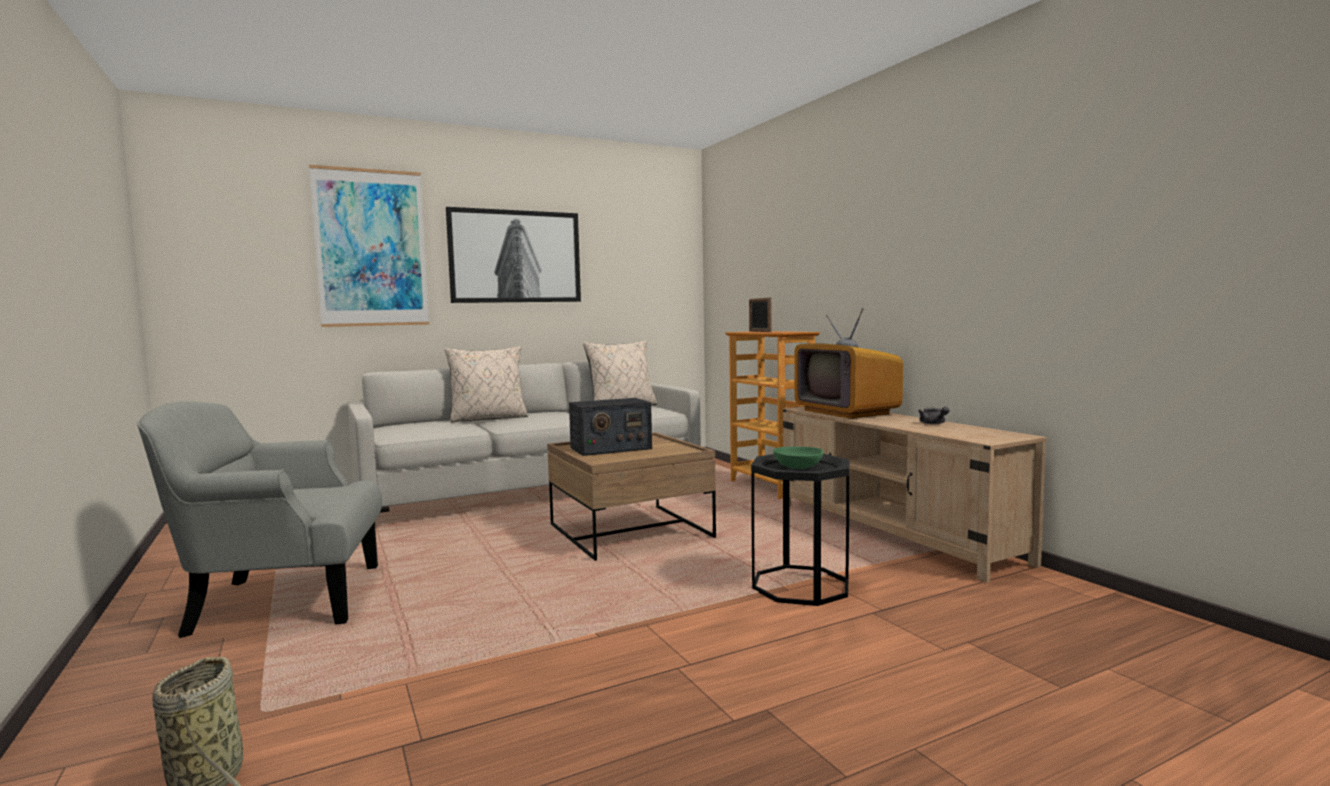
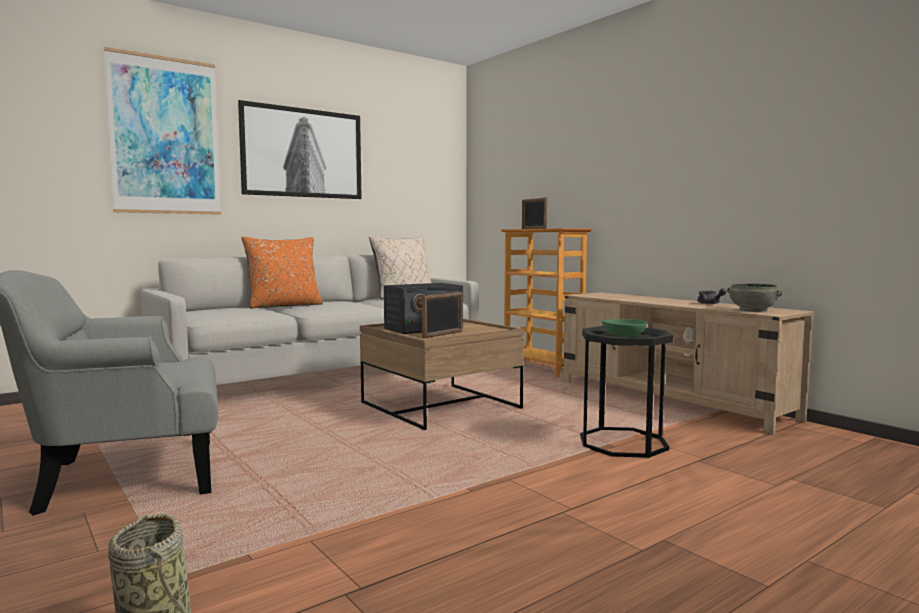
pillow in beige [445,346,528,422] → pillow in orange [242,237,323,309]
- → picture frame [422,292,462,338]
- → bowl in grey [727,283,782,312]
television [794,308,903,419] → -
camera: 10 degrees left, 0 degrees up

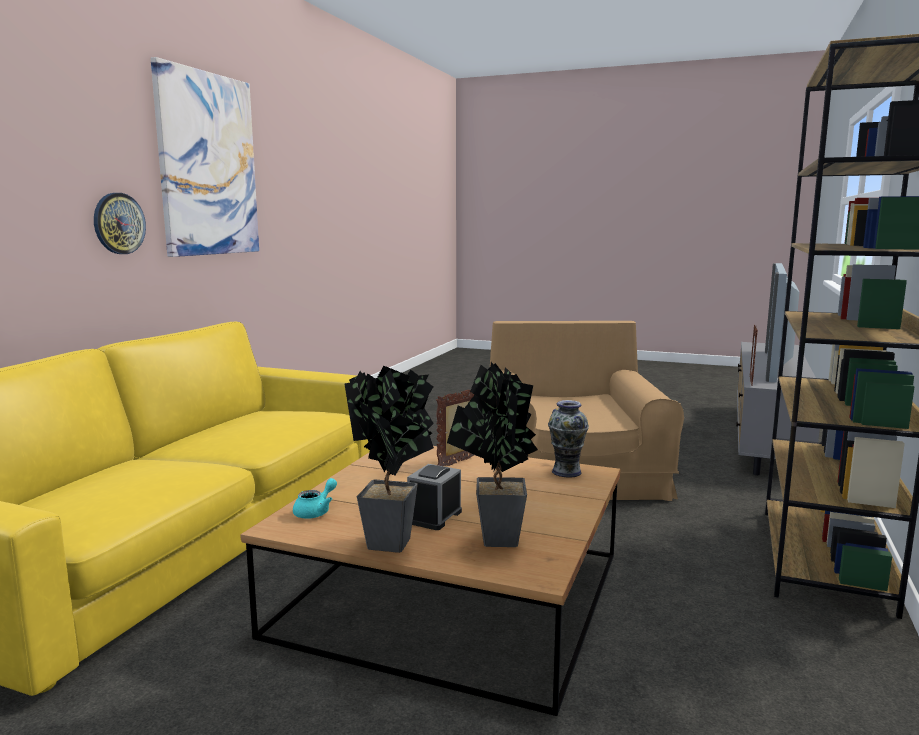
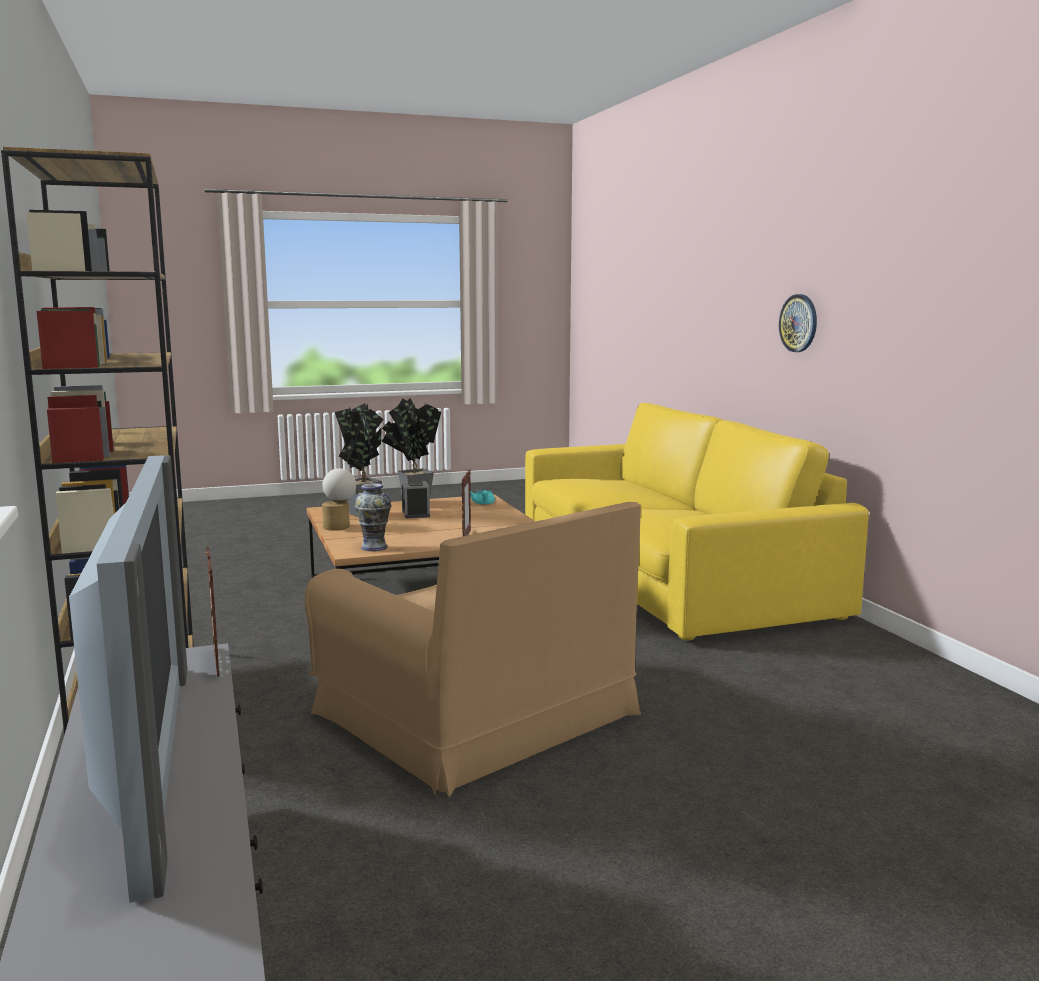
- → table lamp [322,468,356,530]
picture [151,57,259,257] → -
camera: 140 degrees right, 0 degrees up

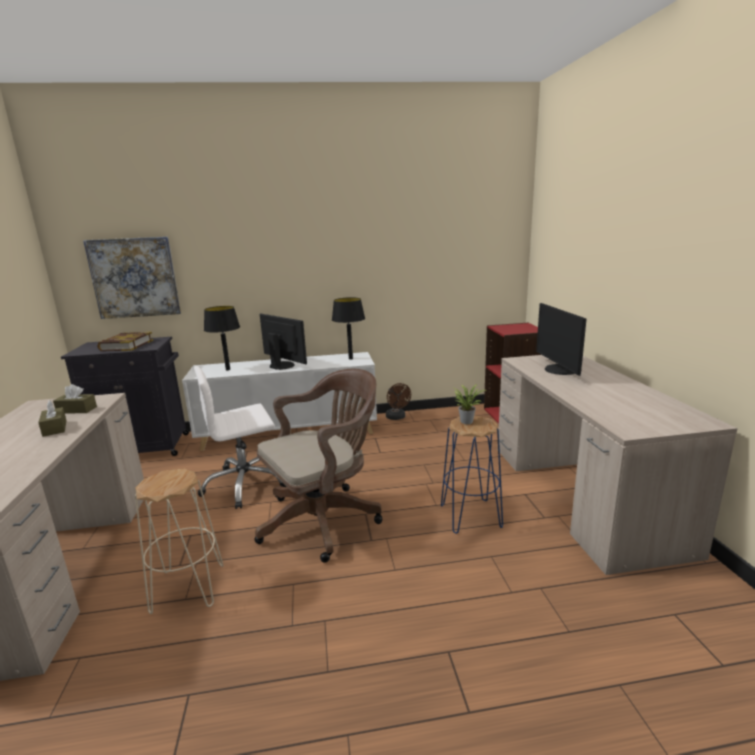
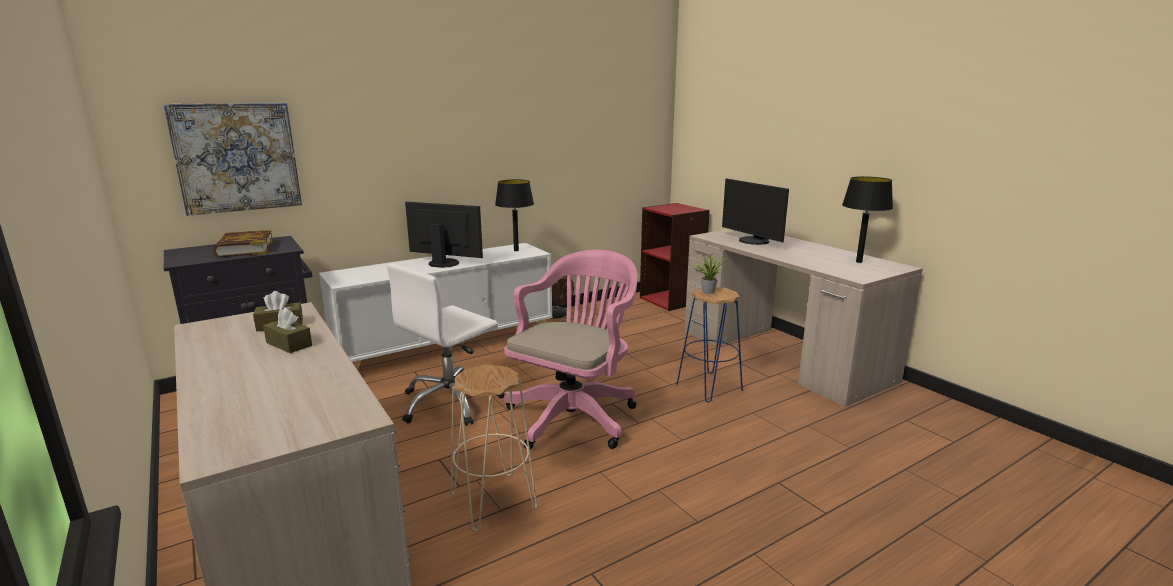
office chair in brown [255,369,383,563] → office chair in pink [504,250,638,449]
table lamp in black [204,306,240,370] → table lamp in black [842,177,893,263], shifted
camera: 25 degrees left, 0 degrees up

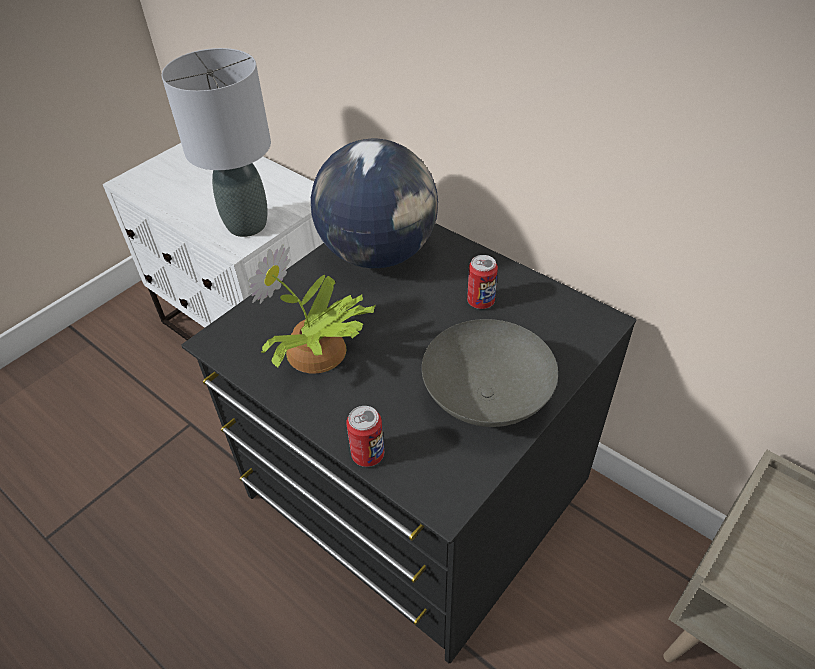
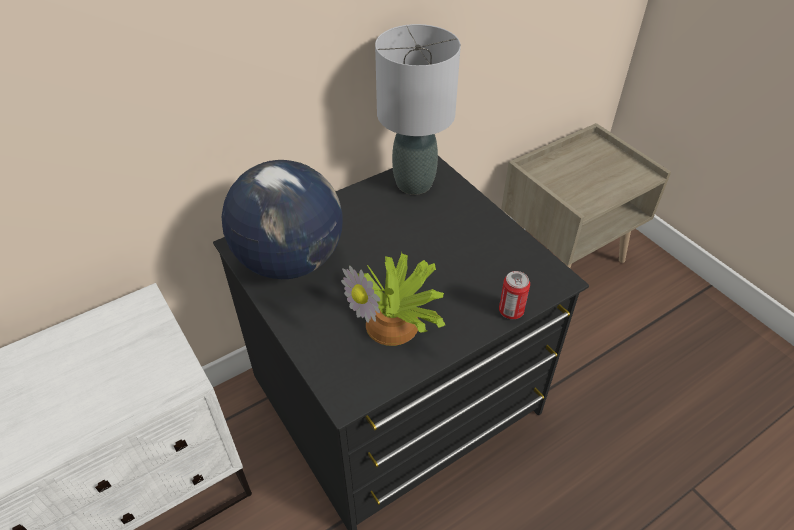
table lamp in grey [161,48,271,237] → table lamp in grey [375,24,461,195], shifted
bowl in grey [422,319,558,427] → -
can [467,255,498,309] → -
camera: 75 degrees left, 0 degrees up

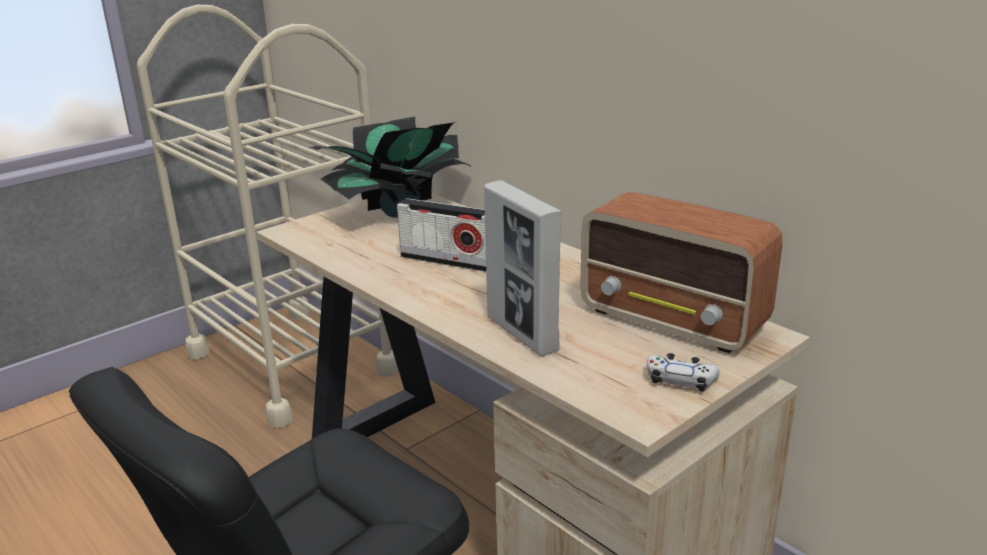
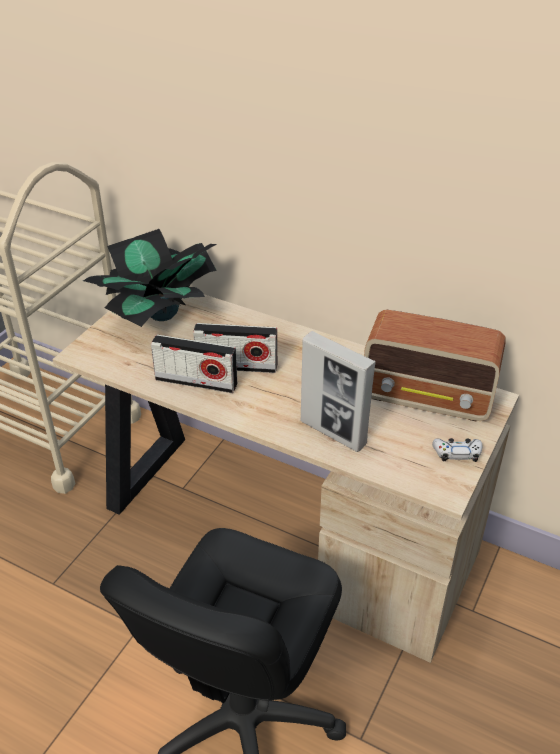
- → radio [151,335,237,393]
camera: 20 degrees left, 15 degrees up

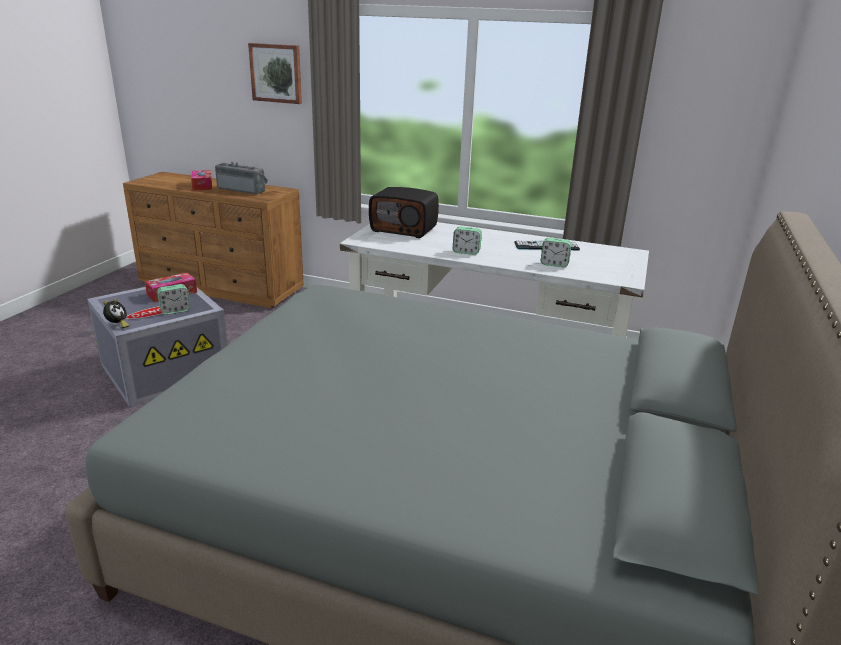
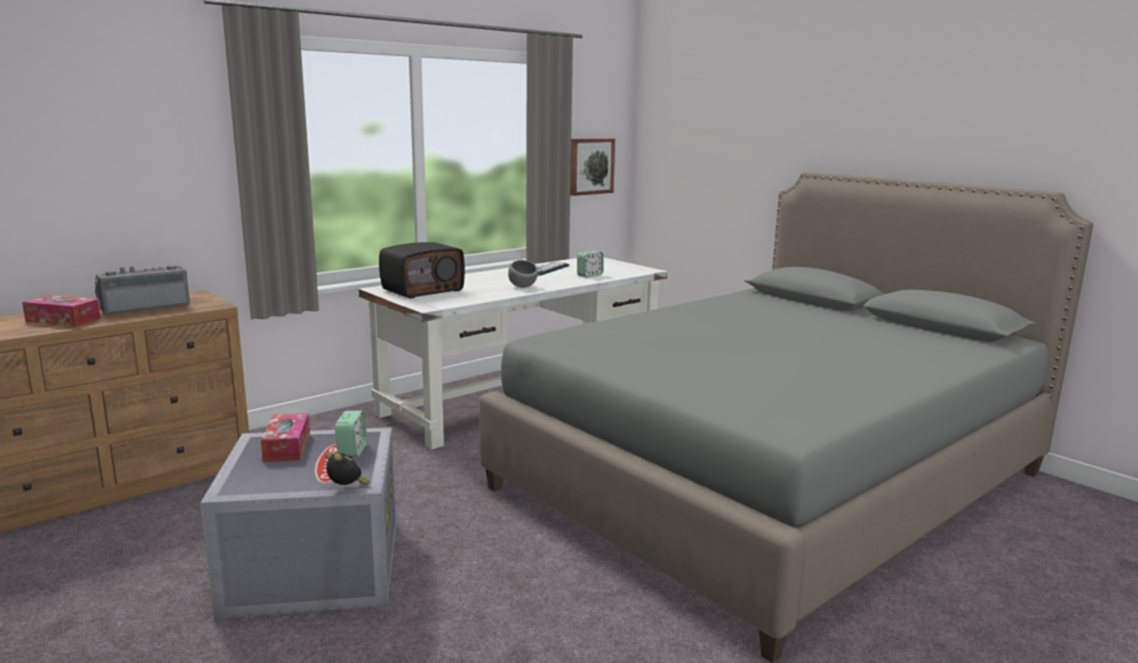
alarm clock [453,226,482,255] → bowl in grey [508,260,538,288]
picture [248,43,302,104] → picture [570,138,615,196], shifted
camera: 60 degrees left, 10 degrees down

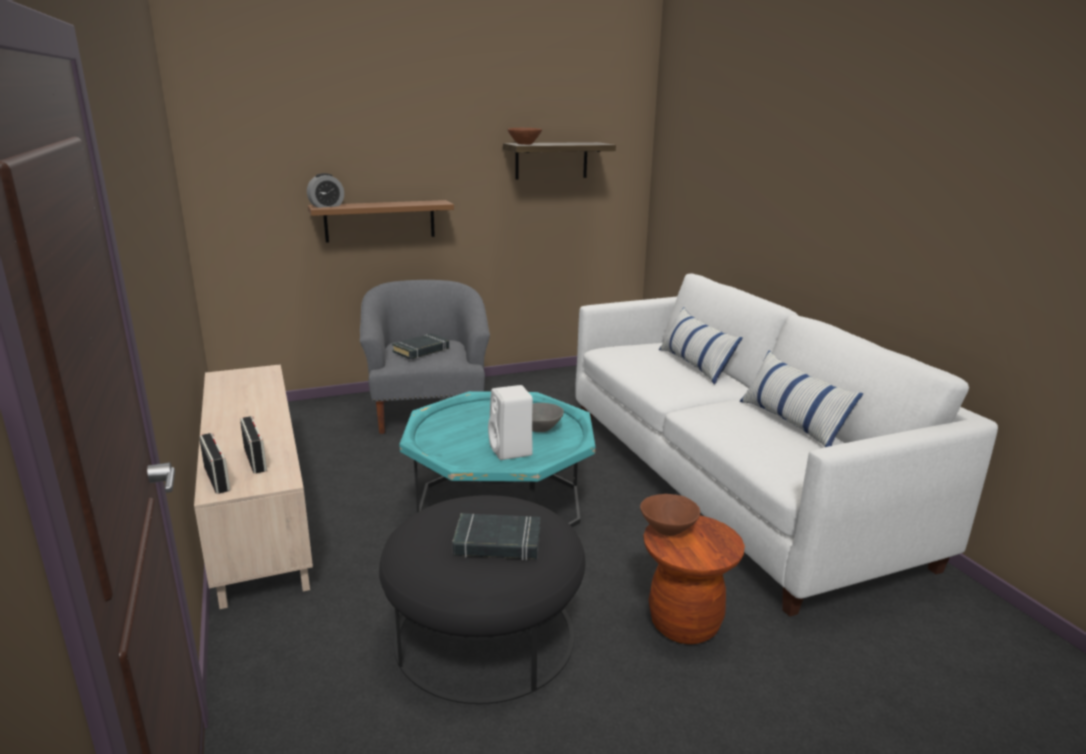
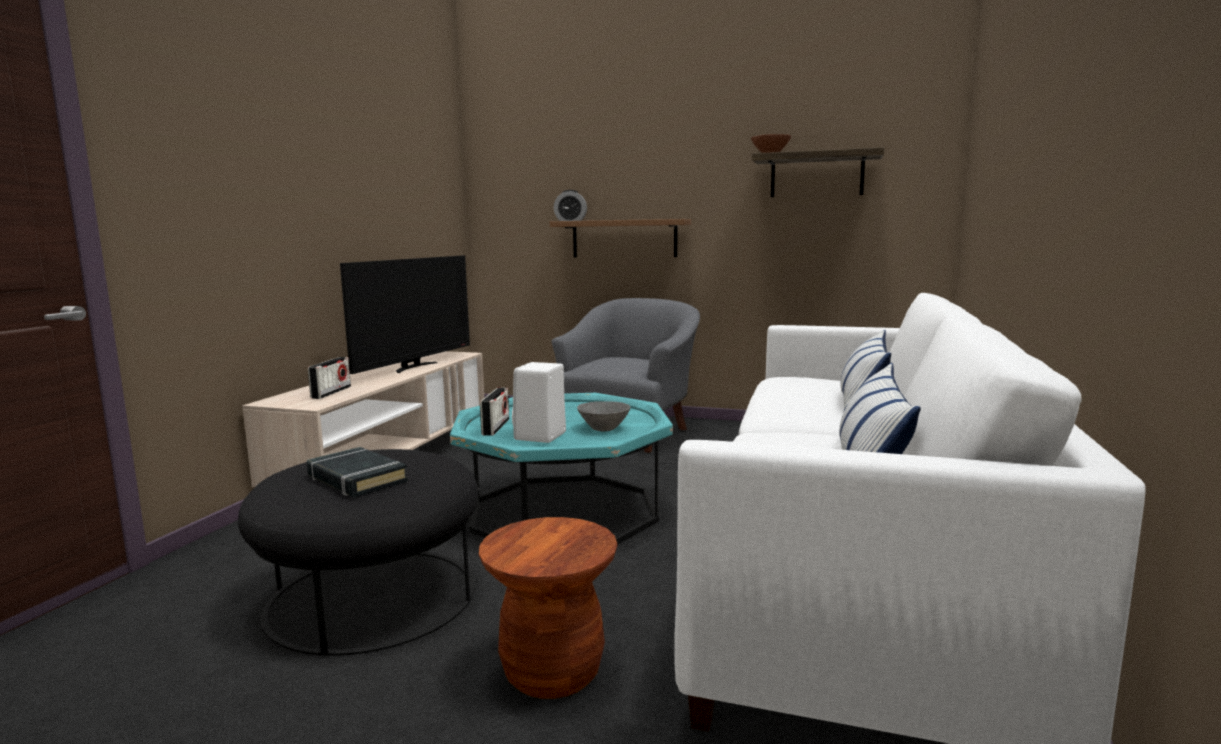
- → television [340,256,470,374]
radio [199,433,231,494] → radio [480,388,509,436], shifted
book in black [392,333,449,359] → -
bowl in brown [640,494,700,536] → -
camera: 40 degrees right, 10 degrees down

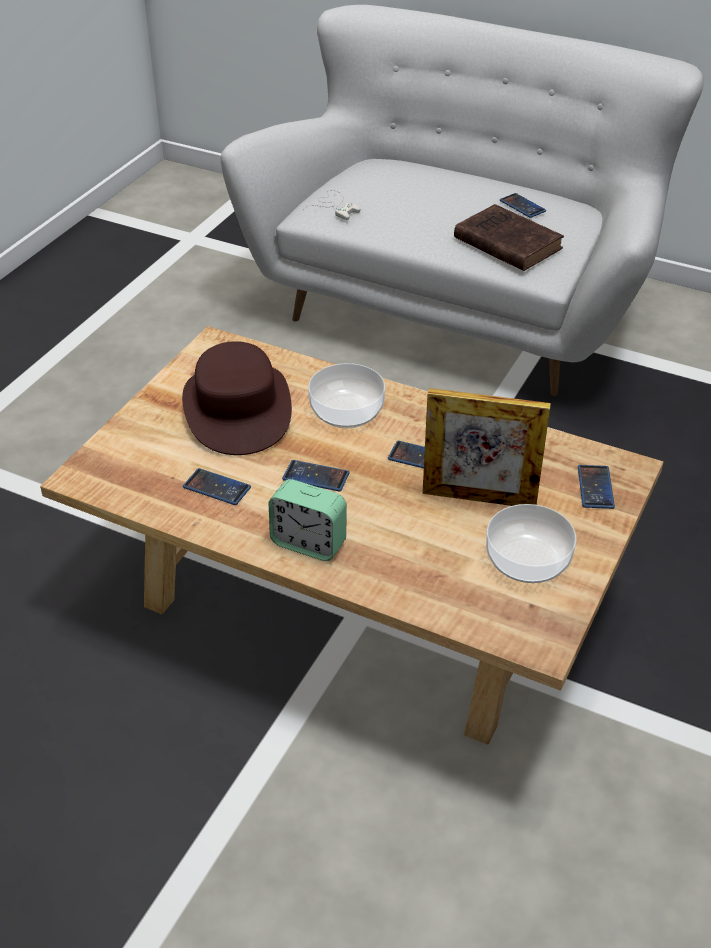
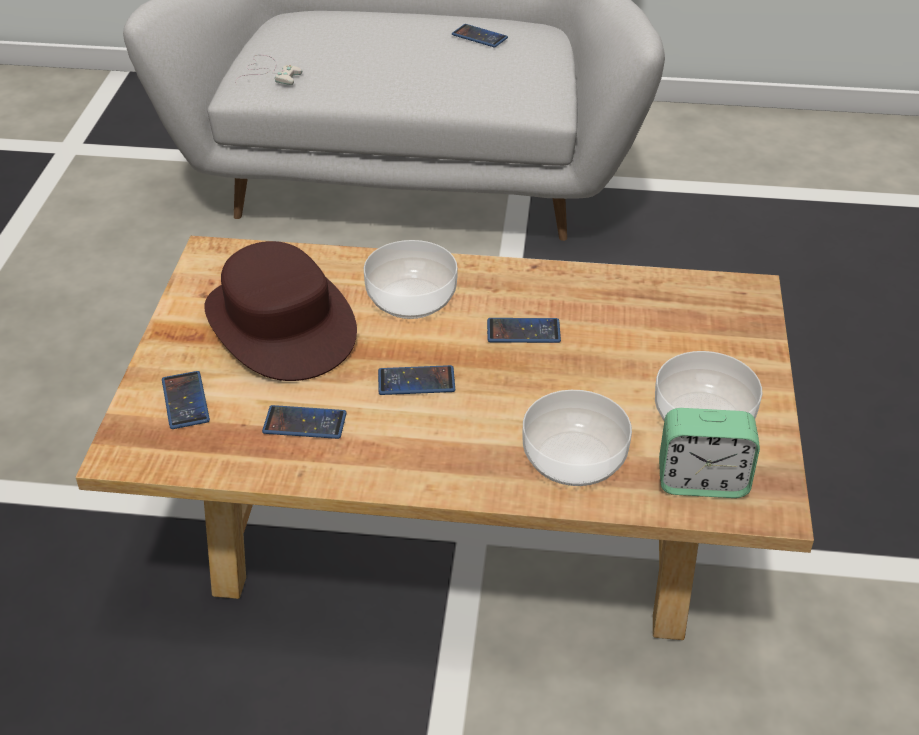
phone [578,465,615,509] → phone [162,371,210,429], shifted
- → bowl [522,390,632,486]
alarm clock [269,479,347,561] → alarm clock [659,408,760,498], shifted
picture frame [422,388,551,506] → -
book in brown [454,204,564,271] → -
camera: 20 degrees left, 0 degrees up

